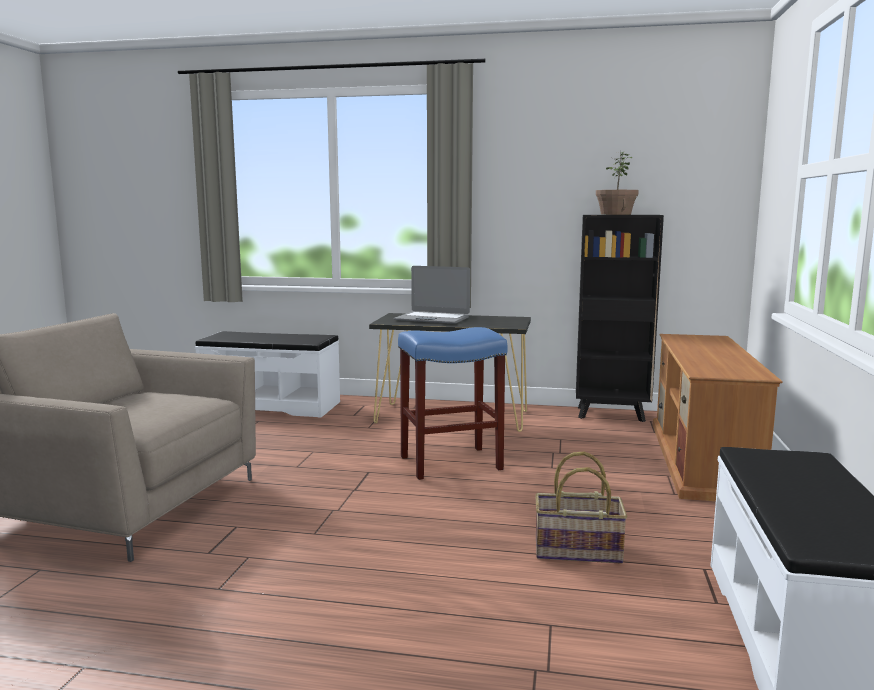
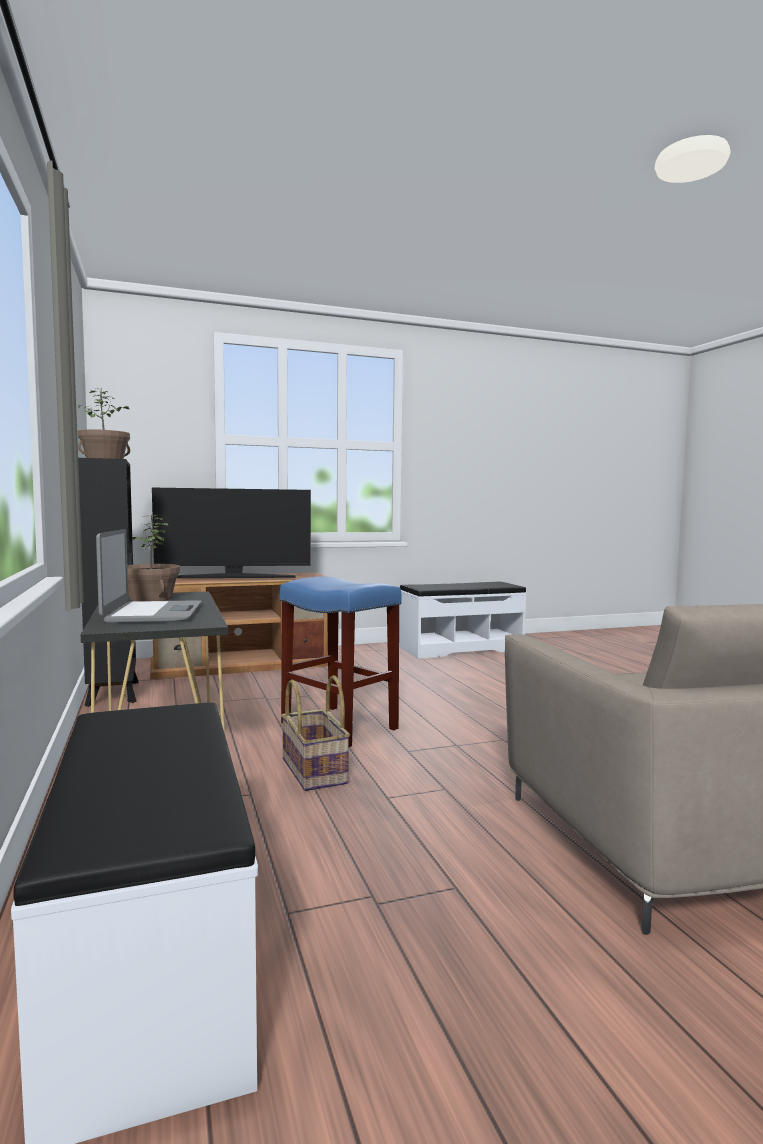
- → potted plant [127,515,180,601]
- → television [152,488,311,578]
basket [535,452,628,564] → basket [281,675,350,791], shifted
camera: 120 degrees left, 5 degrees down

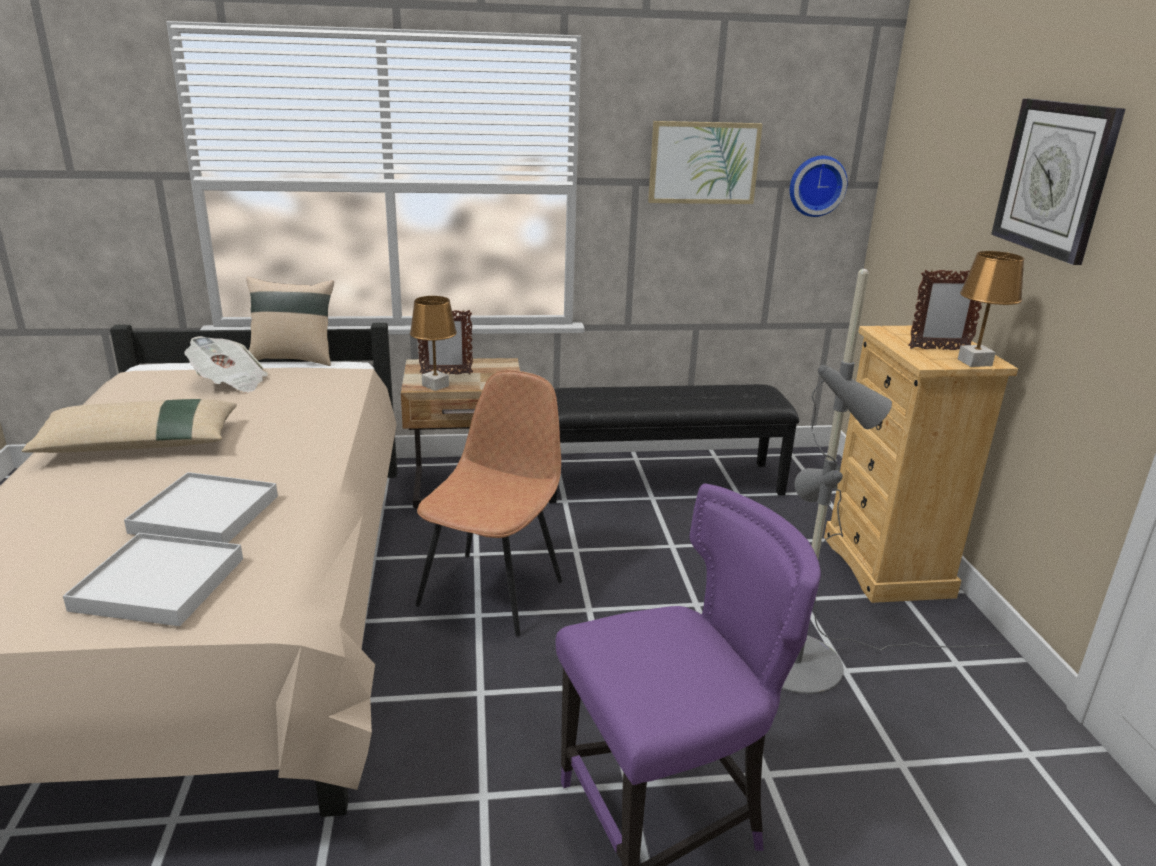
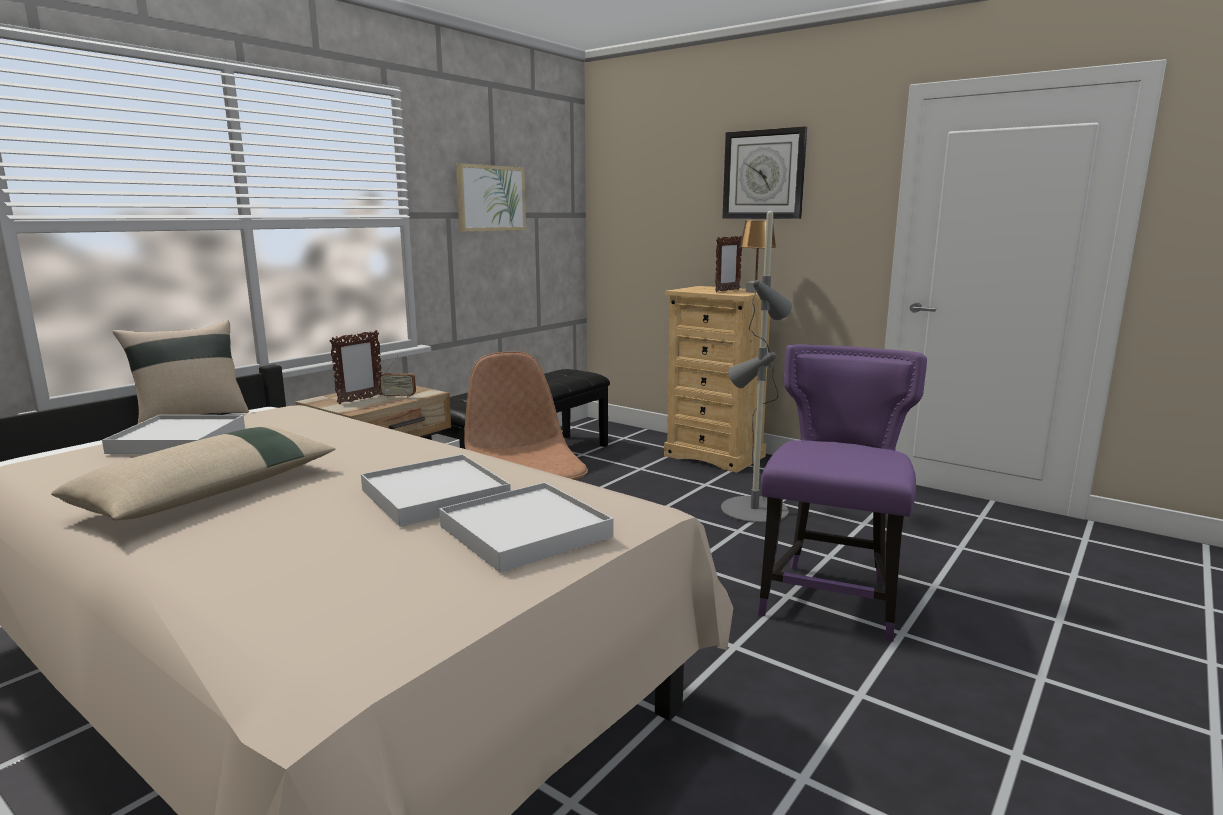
newspaper [184,336,268,393] → tray in white [102,415,245,454]
- → radio [379,355,416,398]
table lamp in brown [410,296,457,391] → -
wall clock [790,156,848,217] → -
camera: 45 degrees left, 10 degrees down

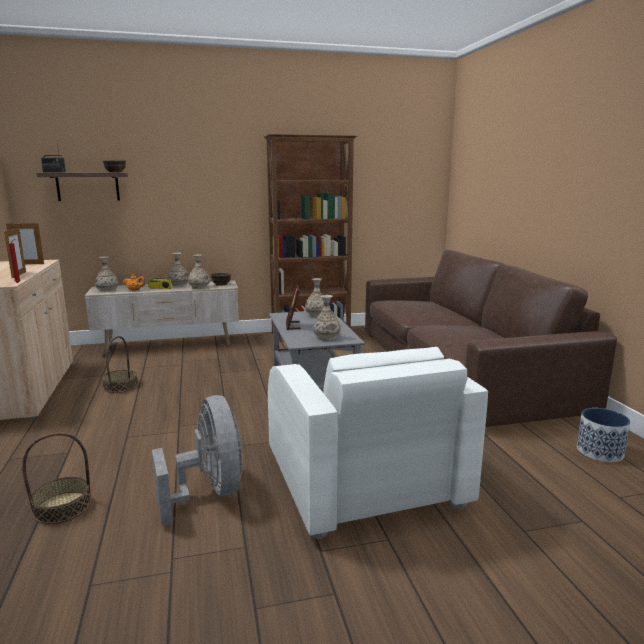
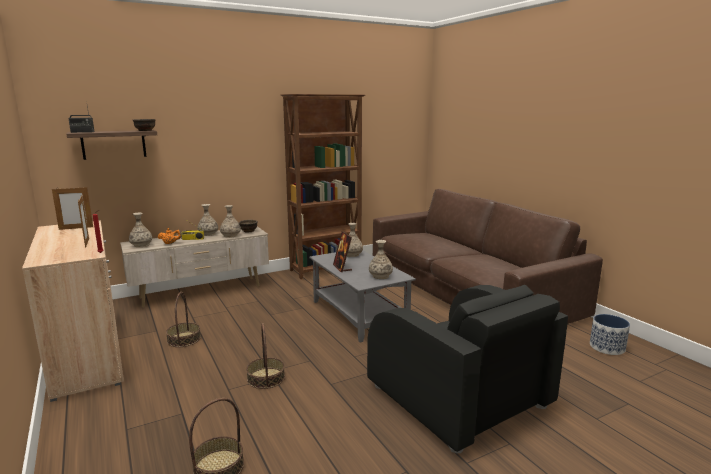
- → basket [246,323,285,389]
armchair in white [268,347,488,539] → armchair in black [367,285,568,453]
fan in grey [152,395,243,526] → -
camera: 15 degrees left, 0 degrees up

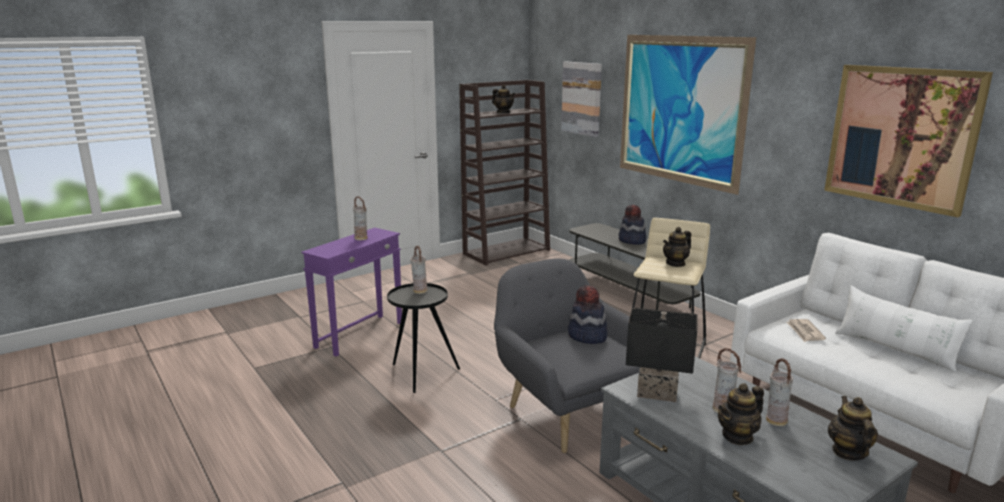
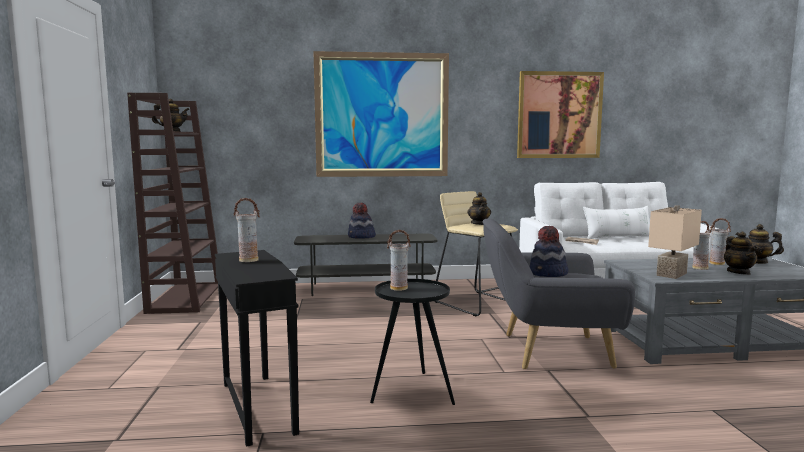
side table in purple [301,228,402,357] → side table in black [215,250,299,447]
table lamp in black [626,307,698,402] → table lamp in beige [648,205,702,279]
picture [561,61,602,137] → -
camera: 60 degrees left, 10 degrees down

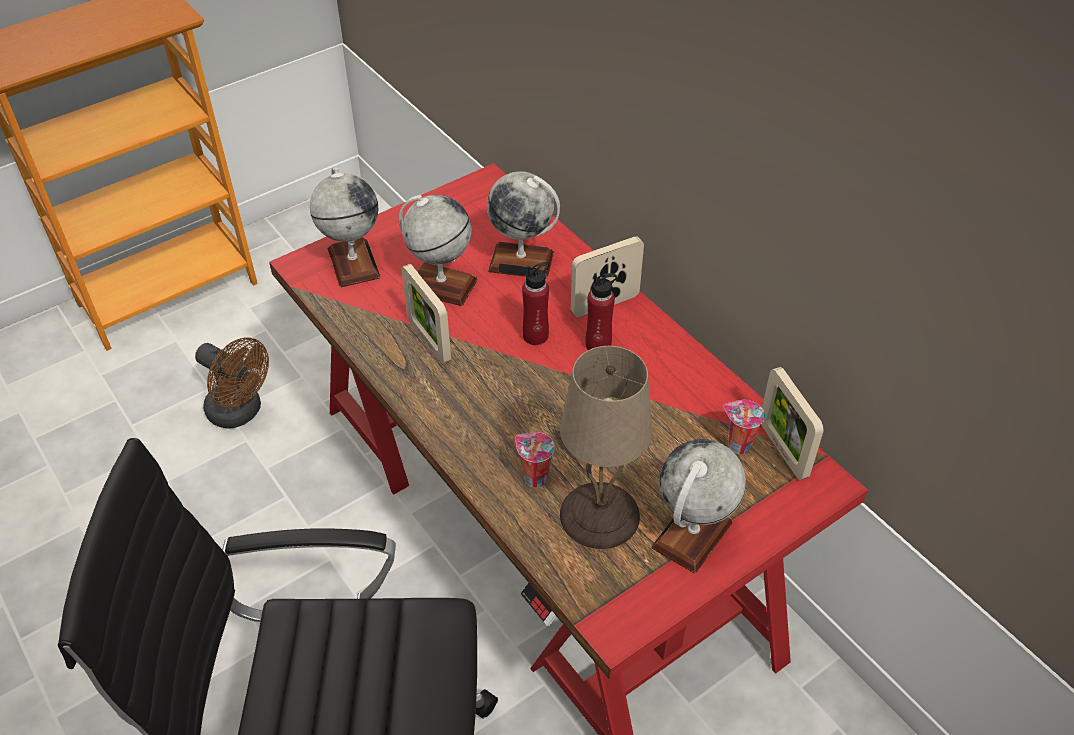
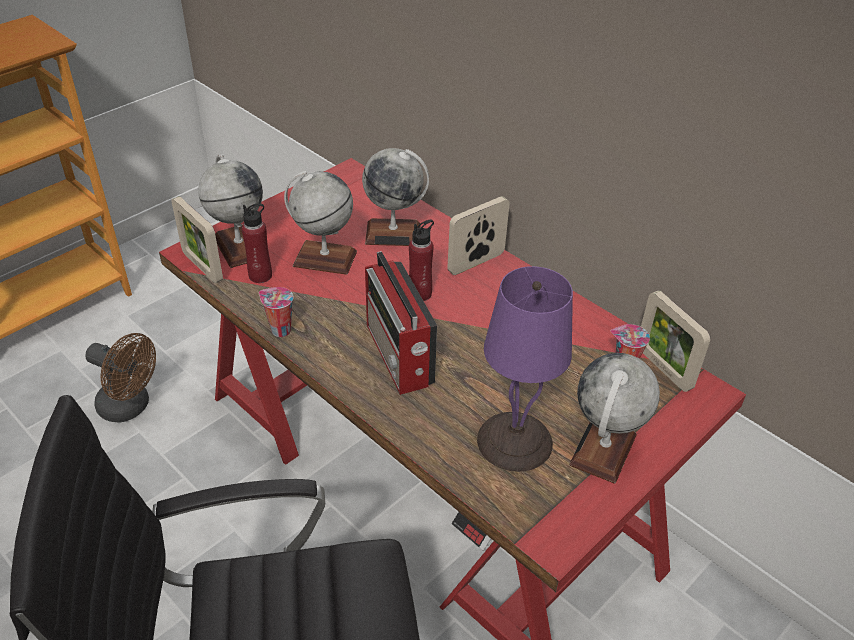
picture frame [402,264,451,364] → picture frame [171,196,223,284], shifted
bottle in red [585,273,617,350] → bottle in red [242,203,272,283], shifted
cup [515,432,555,488] → cup [259,287,293,337], shifted
- → radio [365,251,437,395]
table lamp in beige [560,346,652,549] → table lamp in purple [477,266,573,472]
camera: 10 degrees left, 5 degrees down

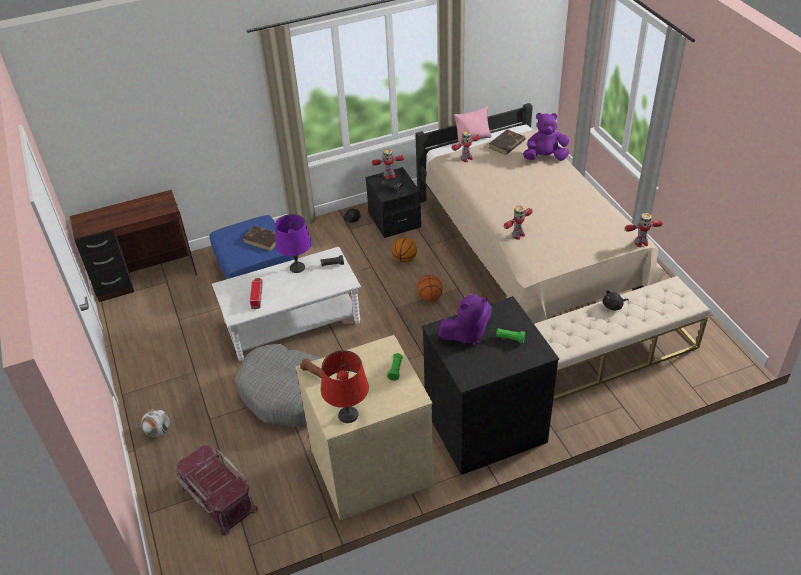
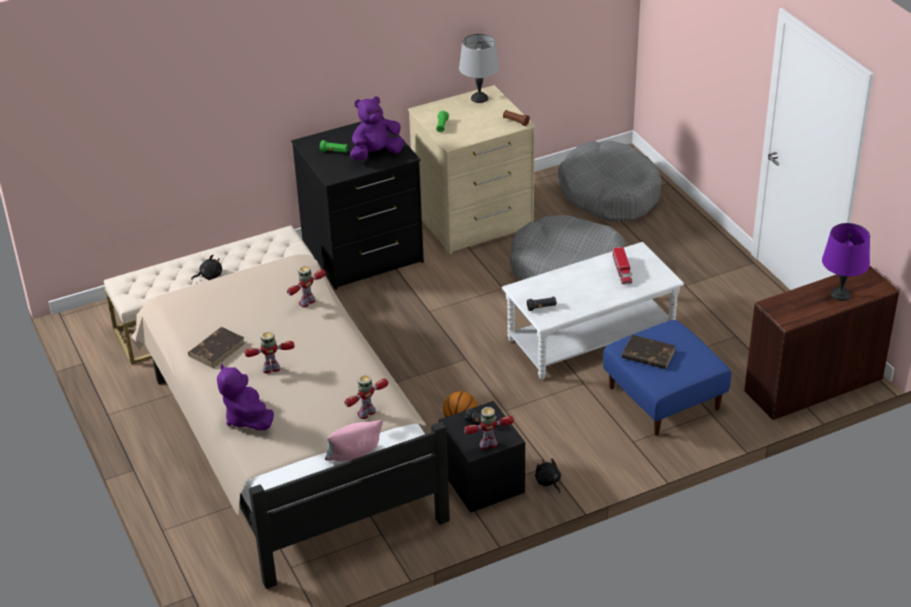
book in brown [489,129,526,155] → book in brown [188,327,245,368], shifted
plush toy in purple [523,113,569,161] → plush toy in purple [217,364,274,430], 75 degrees clockwise
toy robot [625,213,663,247] → toy robot [244,331,295,374], shifted
table lamp in red [321,350,369,423] → table lamp in grey [459,34,499,103]
storage box in red [175,445,258,535] → dog bed in grey [558,141,662,222]
table lamp in purple [275,214,312,273] → table lamp in purple [822,223,870,301], shifted
football [141,409,170,437] → -
basketball [417,275,443,302] → -
camera: 175 degrees right, 5 degrees down

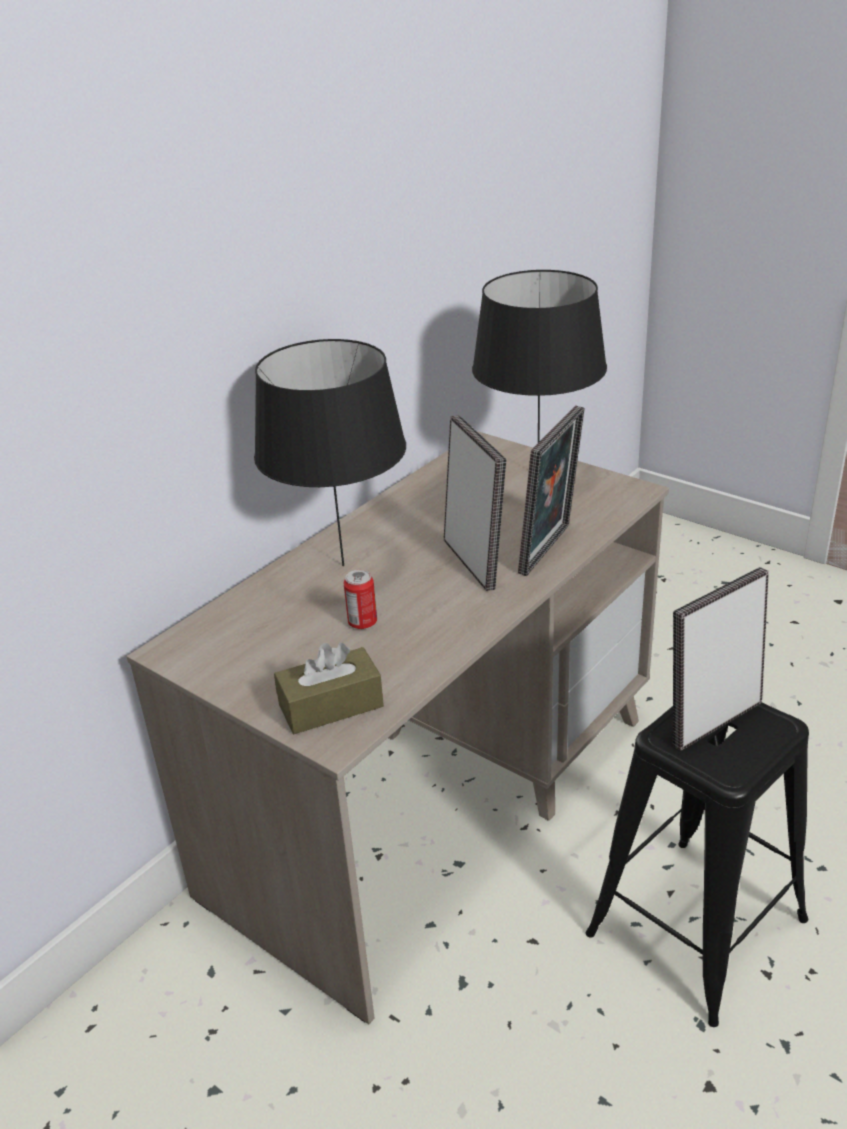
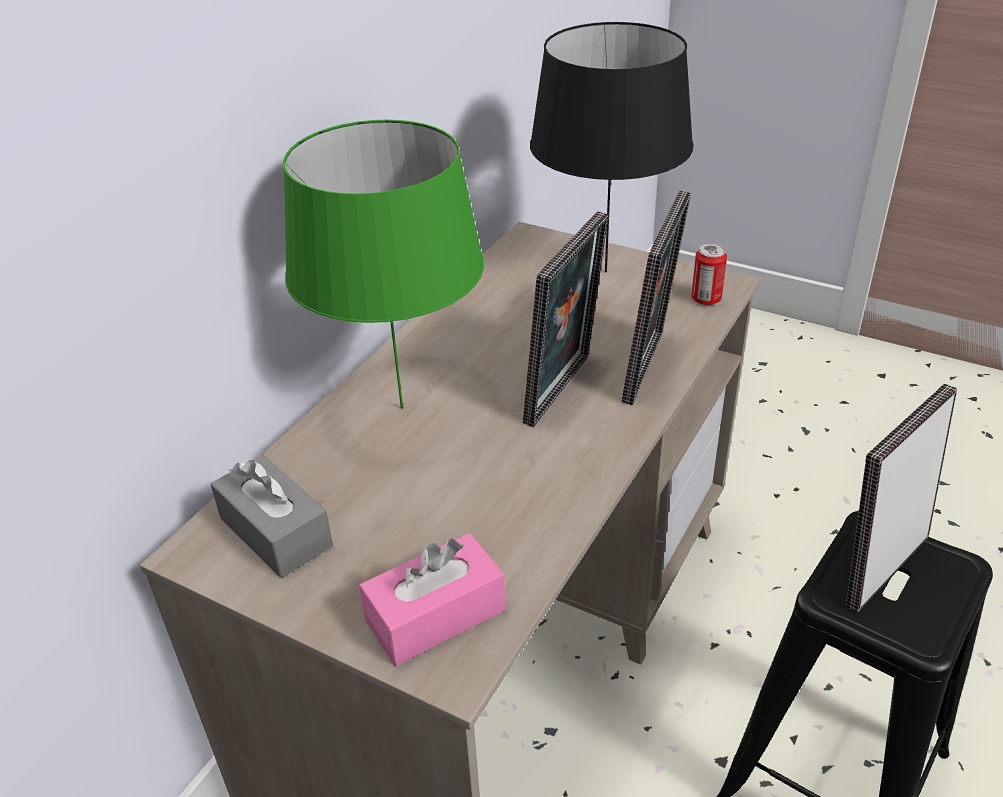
- → tissue box in grey [211,455,333,578]
table lamp in black [254,339,406,566] → table lamp in green [283,120,484,409]
tissue box in brown [274,643,384,734] → tissue box in pink [359,533,506,666]
picture frame [444,415,506,591] → picture frame [523,211,609,427], 60 degrees clockwise
can [344,570,377,629] → can [692,244,727,305], shifted
camera: 10 degrees left, 5 degrees up

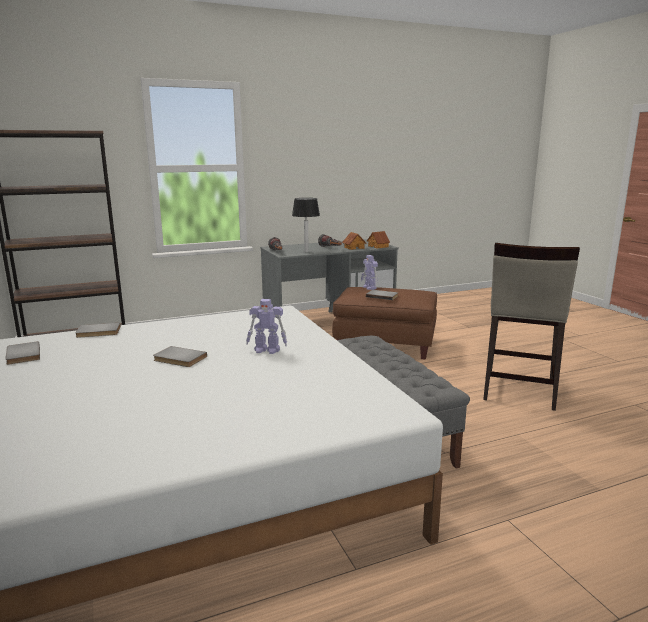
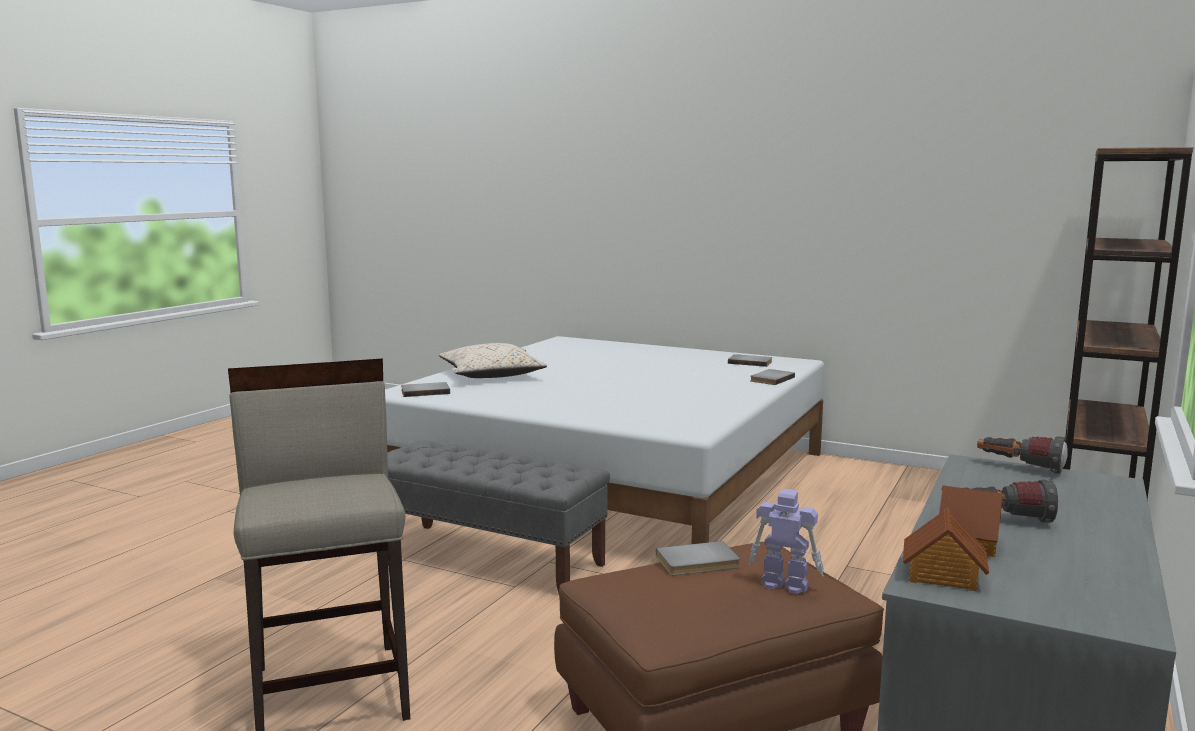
book in grey [153,346,207,367] → book in grey [401,382,450,397], shifted
- → pillow in beige [438,343,547,378]
toy robot [246,299,287,354] → -
table lamp [292,198,320,252] → -
camera: 140 degrees right, 5 degrees down

